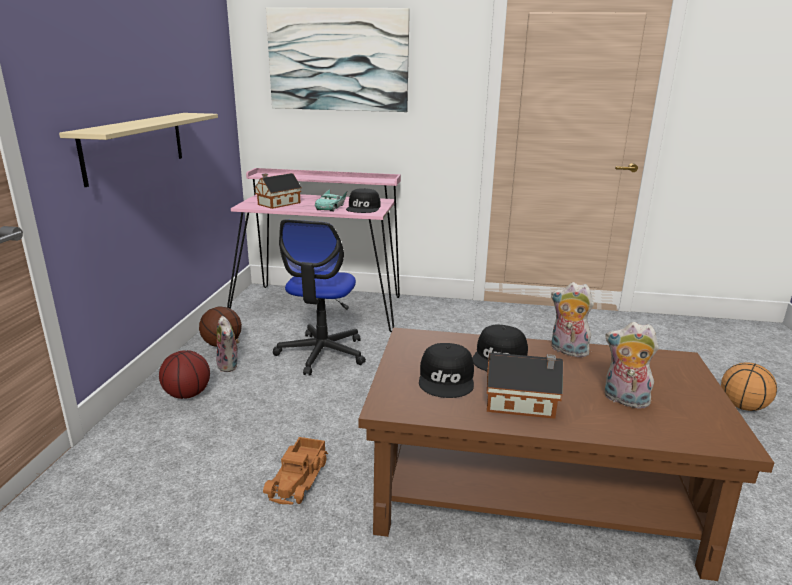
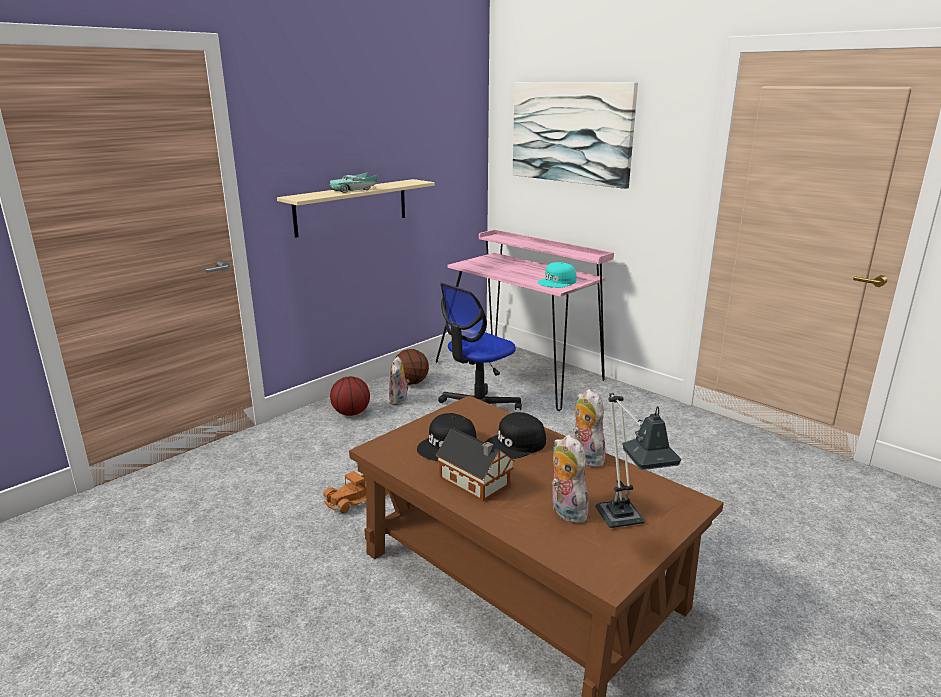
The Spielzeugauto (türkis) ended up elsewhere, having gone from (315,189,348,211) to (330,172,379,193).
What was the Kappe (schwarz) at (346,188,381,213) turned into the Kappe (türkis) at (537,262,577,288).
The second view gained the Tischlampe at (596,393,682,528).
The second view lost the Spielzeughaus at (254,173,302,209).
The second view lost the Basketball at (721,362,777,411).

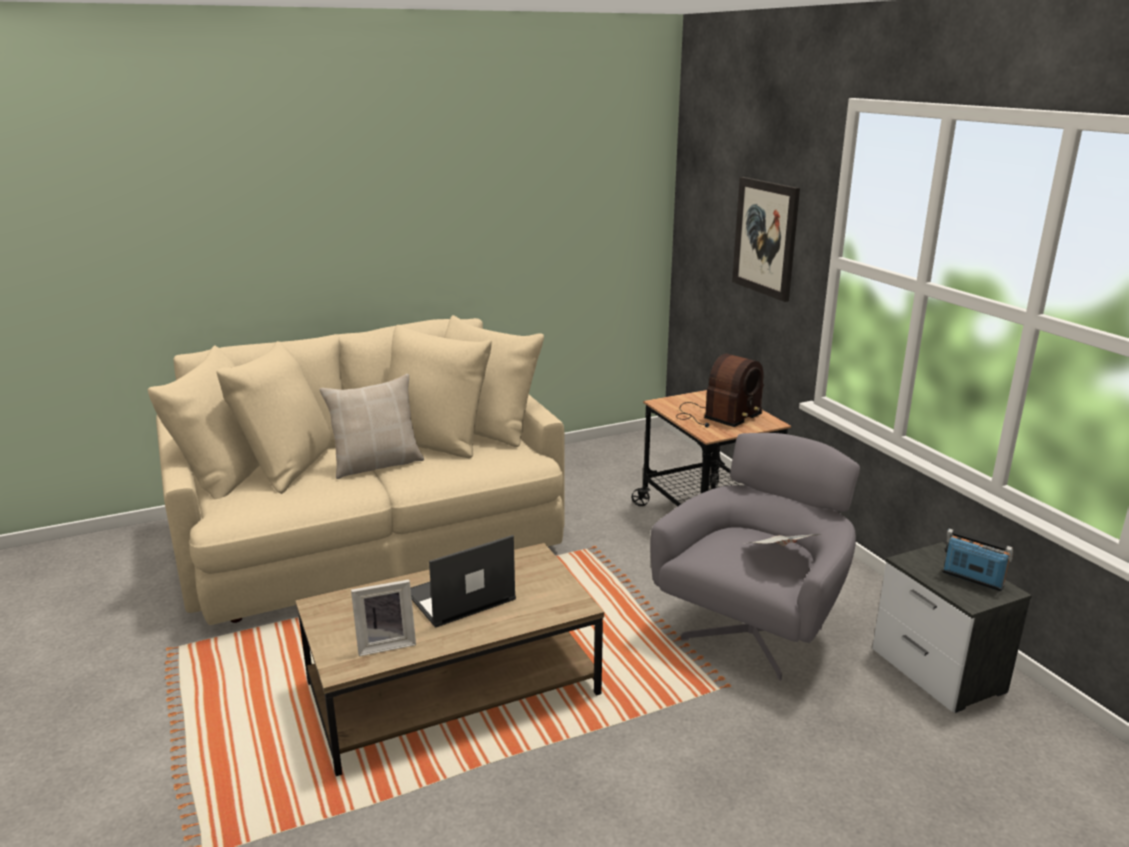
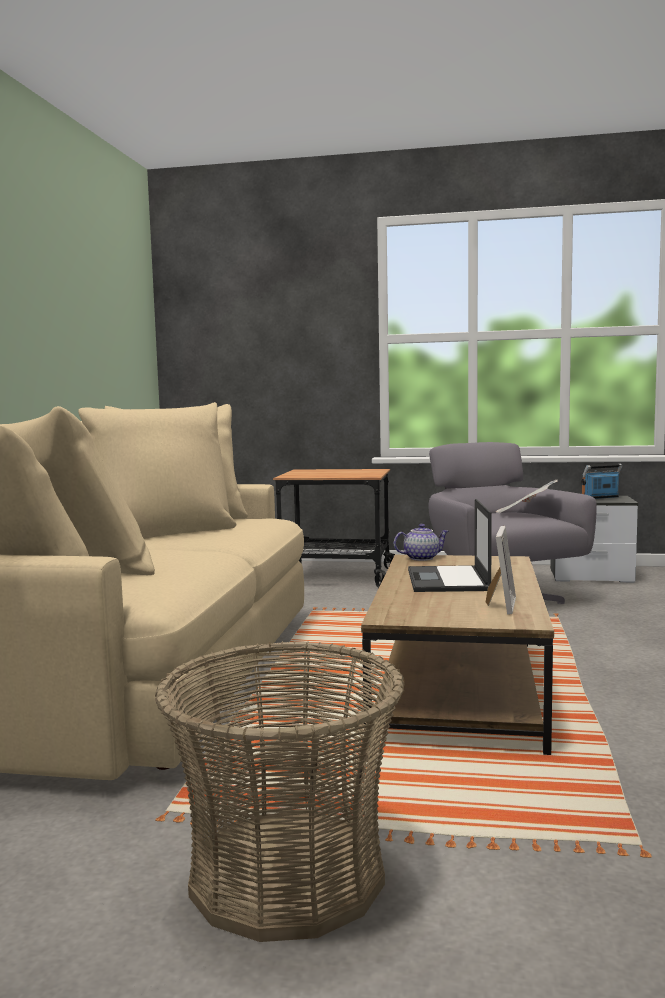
The second view gained the Korb at (155,641,405,942).
The second view gained the Teekanne at (394,524,449,561).
The second view lost the Kissen (beige) at (319,374,424,479).
The second view lost the Radio at (676,354,764,428).
The second view lost the Bild at (732,177,800,302).

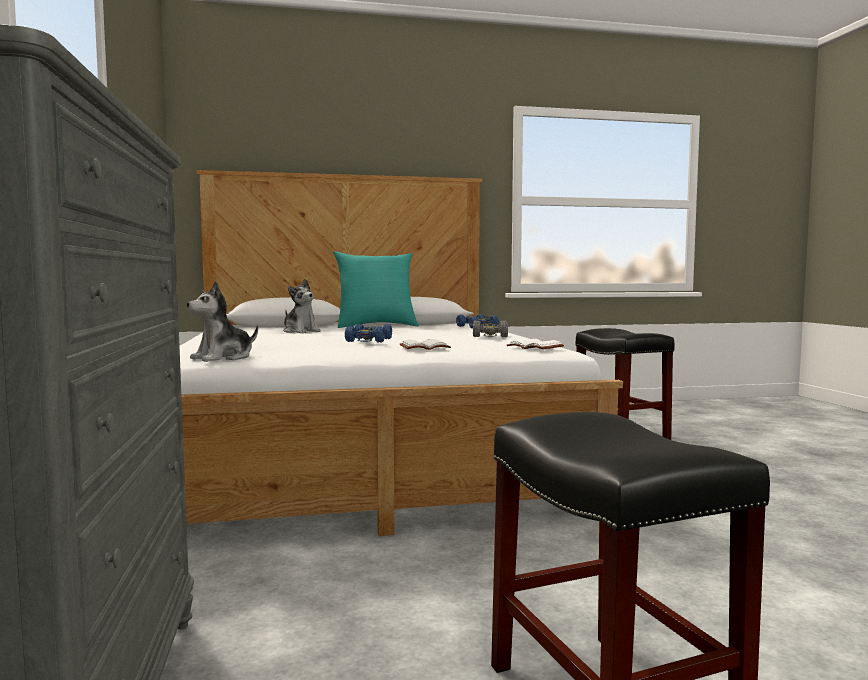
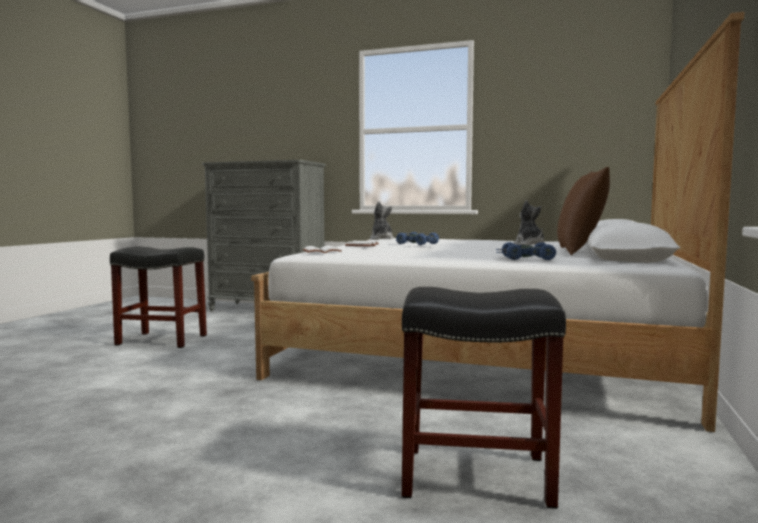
The Plüschtier at (283,279,321,333) ended up facing another way, 90 degrees clockwise from before.
What was the Kissen (türkis) at (333,251,419,328) turned into the Kissen (braun) at (557,167,610,255).
The second view lost the Spielzeugauto (grau) at (473,320,508,338).

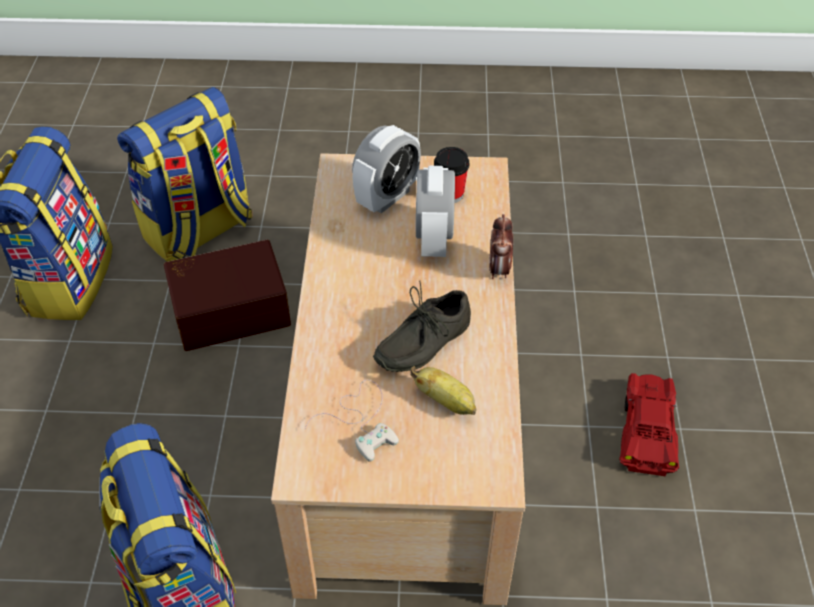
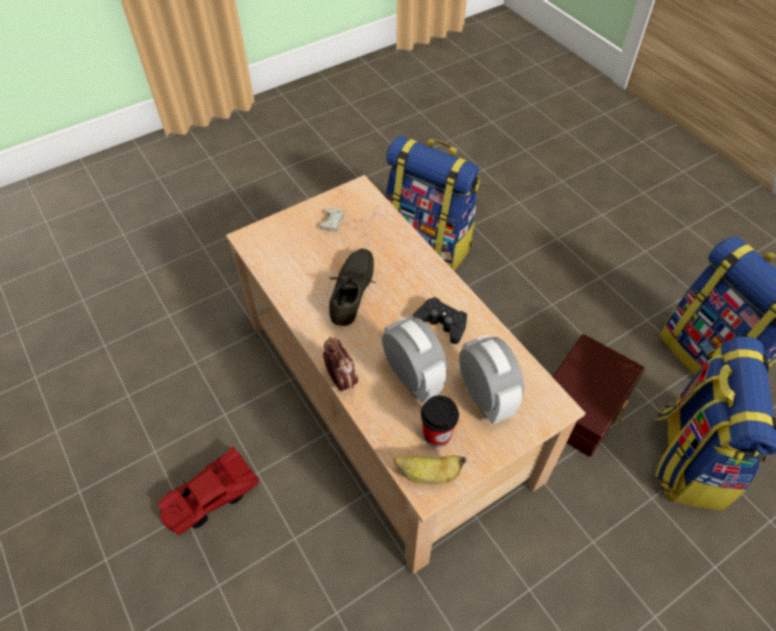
The Spielzeugauto (rot) at (619,373,679,476) ended up facing another way, 75 degrees clockwise from before.
The Banane ended up elsewhere, having gone from (410,366,476,415) to (394,455,467,484).
The second view gained the Gamepad (schwarz) at (413,297,467,344).
The Wecker at (352,125,421,213) ended up facing another way, 150 degrees clockwise from before.

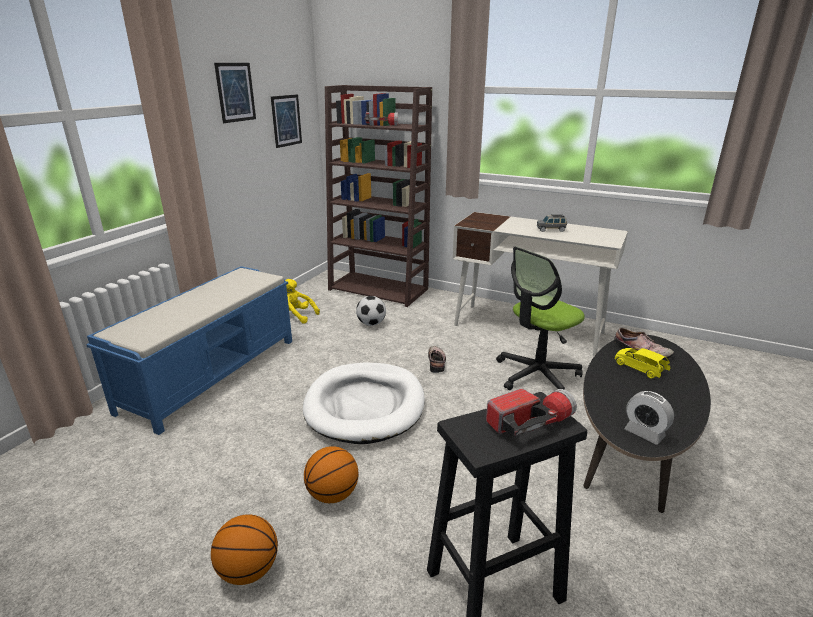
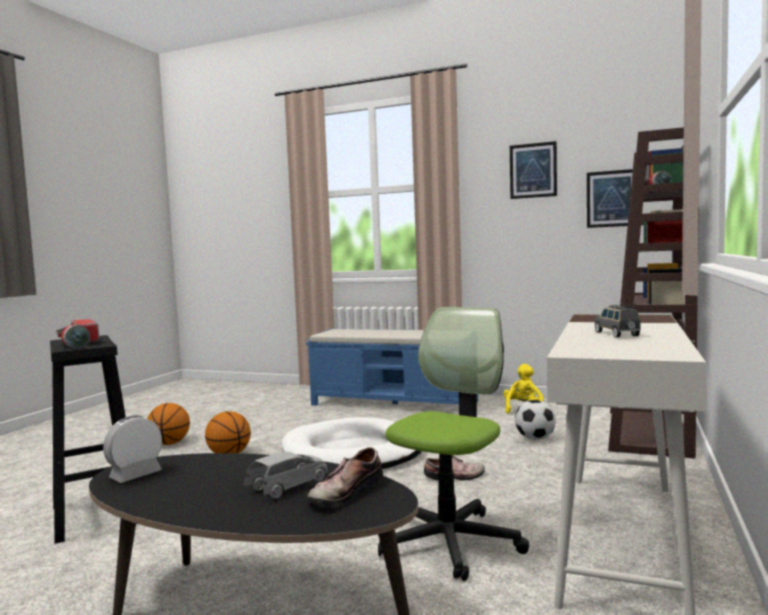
What was the Spielzeugauto (gelb) at (615,348,670,379) turned into the Spielzeugauto (grau) at (244,451,328,499).
The Bürostuhl at (496,246,585,390) ended up facing another way, 75 degrees clockwise from before.

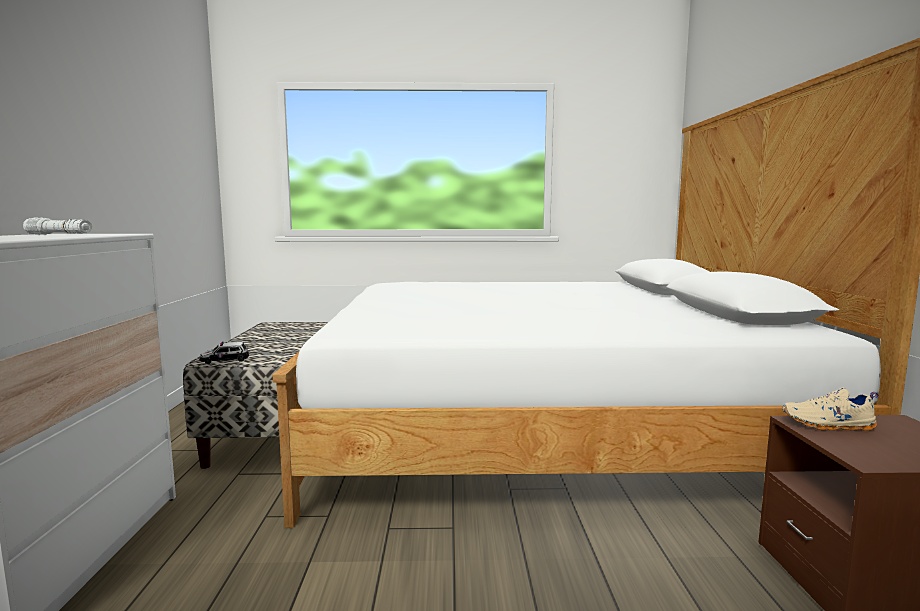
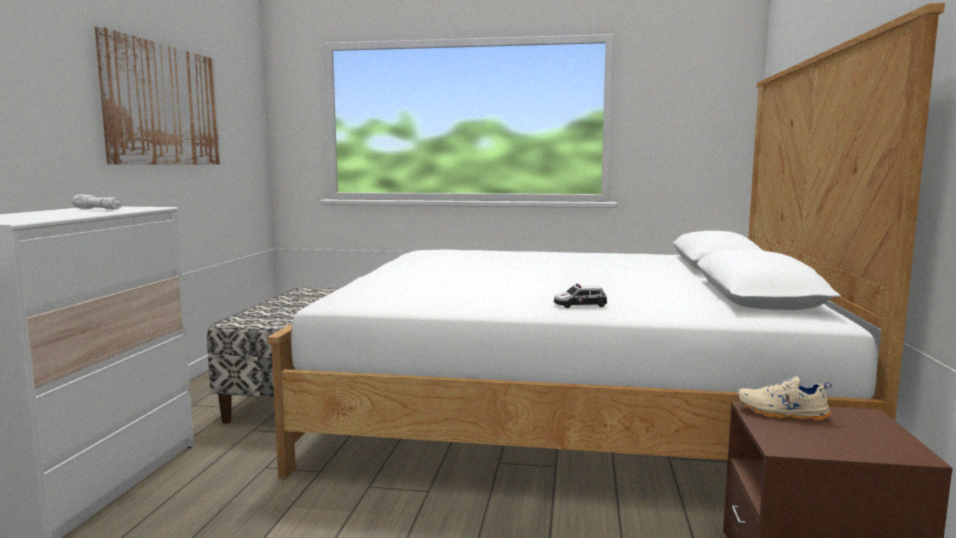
The second view gained the Bild at (95,27,221,165).
The Spielzeugauto ended up elsewhere, having gone from (199,342,249,364) to (554,284,607,308).

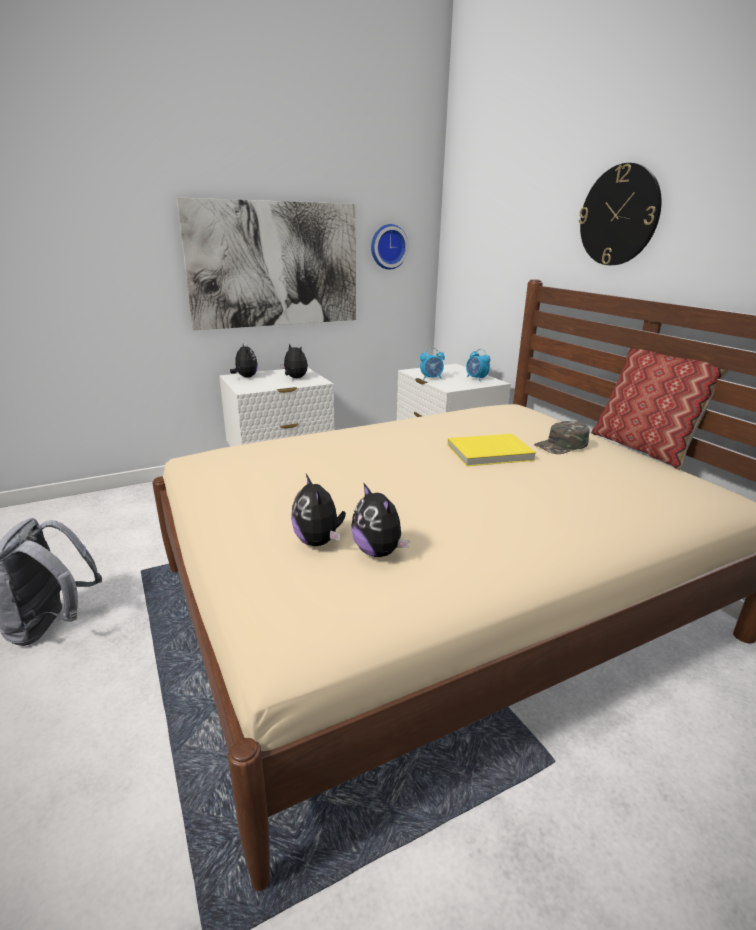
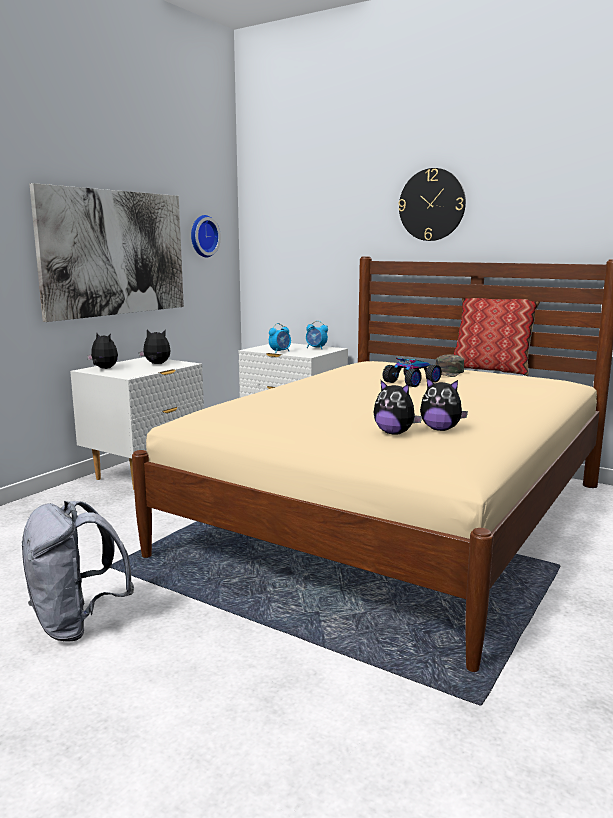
Where the Buch (gelb) stood at (447,434,536,466), the Spielzeugauto came to stand at (383,358,442,387).

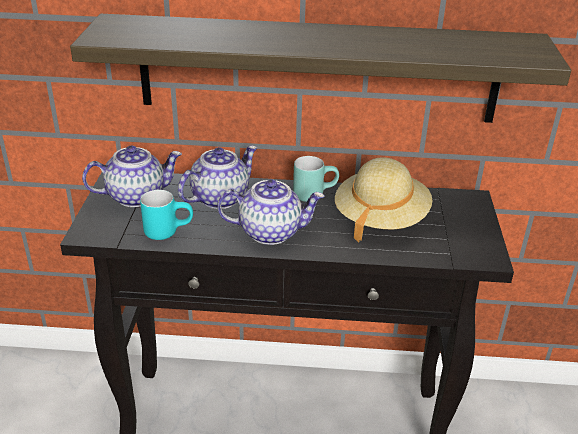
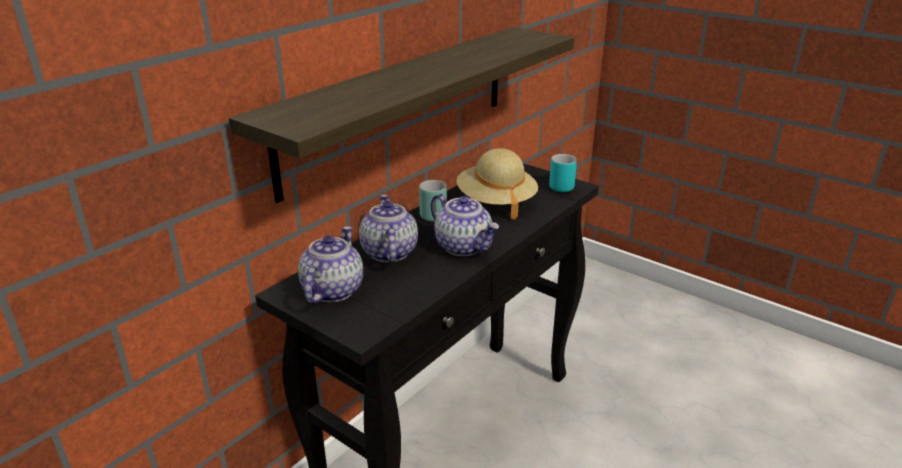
The Teekanne at (217,179,325,245) ended up facing another way, 105 degrees clockwise from before.
The Henkelbecher (türkis) ended up elsewhere, having gone from (140,190,193,240) to (549,154,577,192).

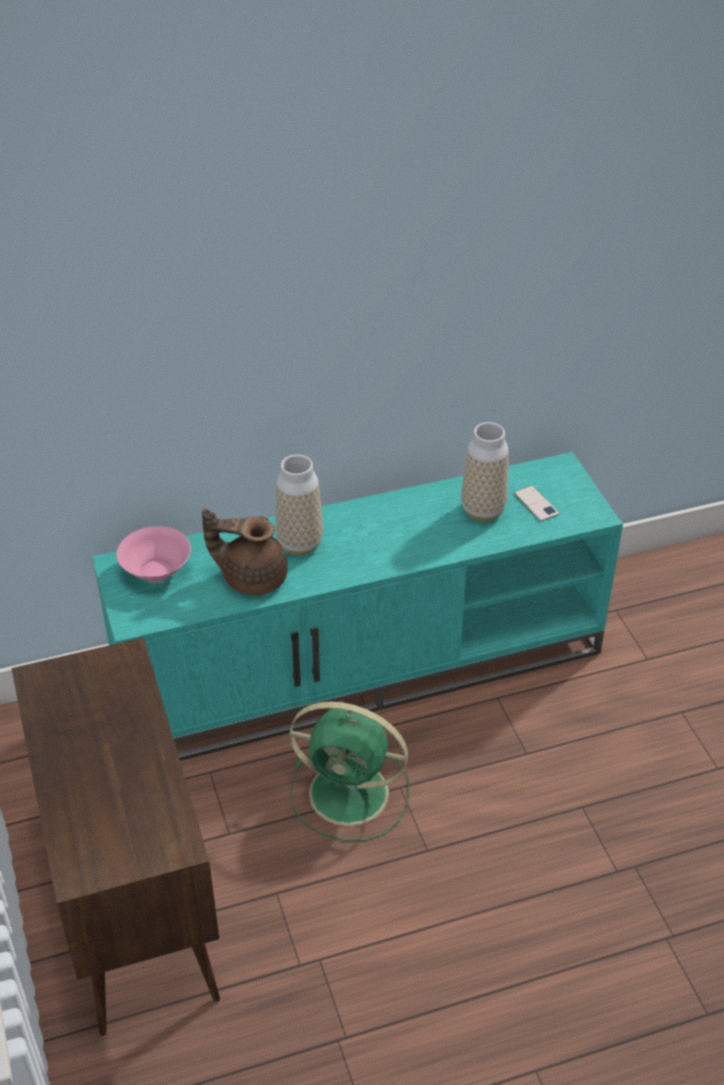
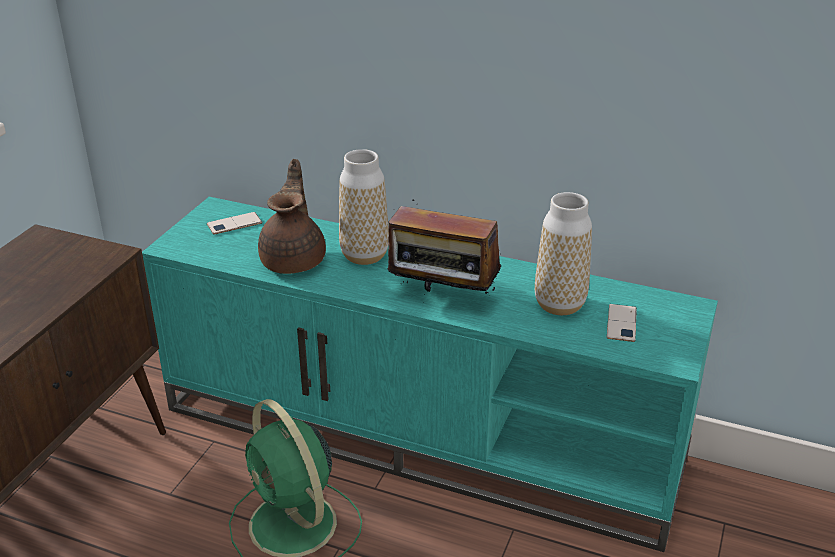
Where the Schüssel (rosa) stood at (117,526,191,582), the Handy came to stand at (207,212,262,235).
The Teekanne (braun) at (202,508,288,596) ended up facing another way, 45 degrees clockwise from before.
The second view gained the Radio at (388,199,501,295).

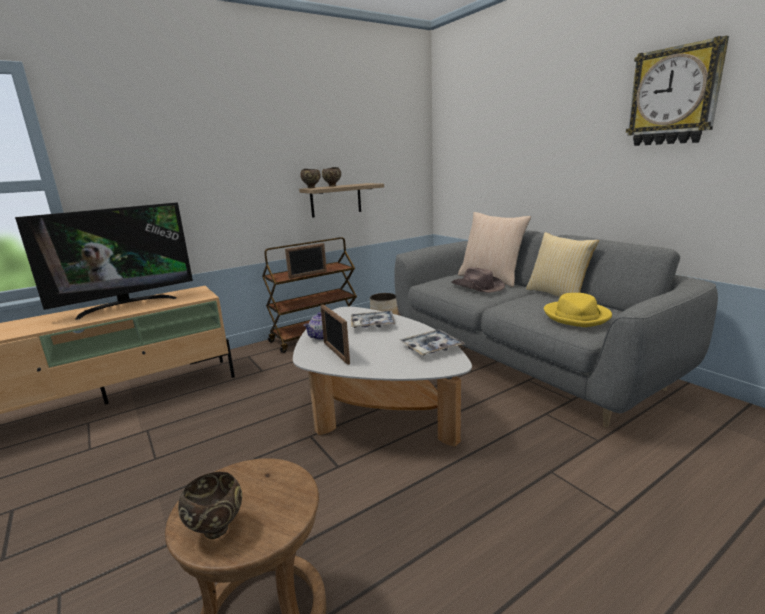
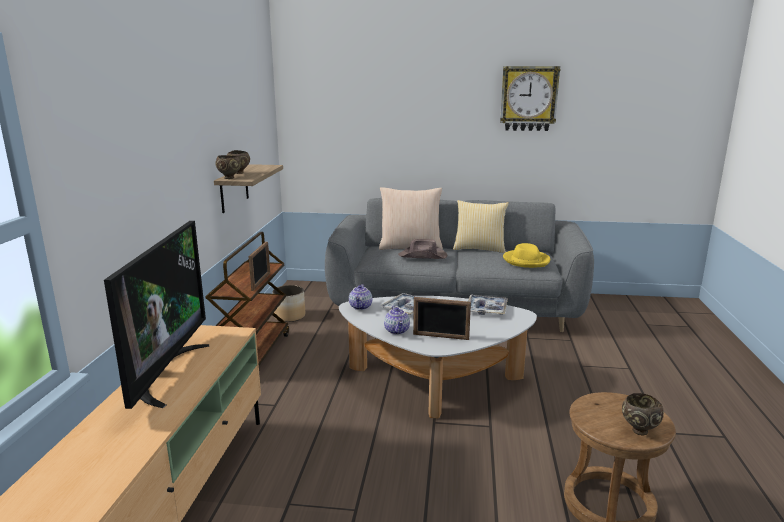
The second view gained the Teekanne at (349,284,372,310).

